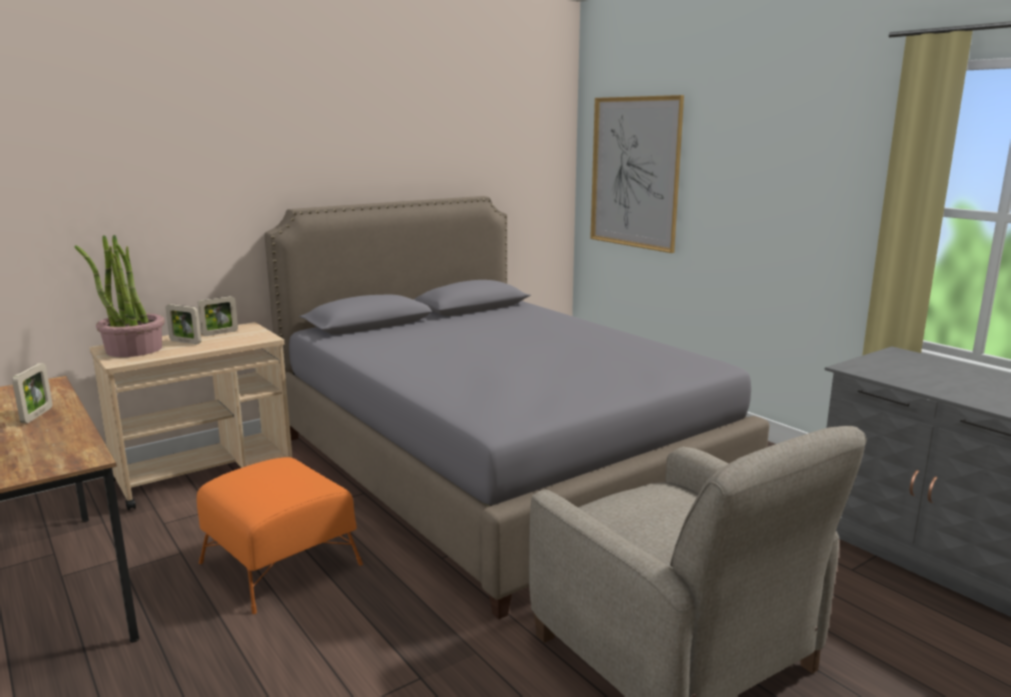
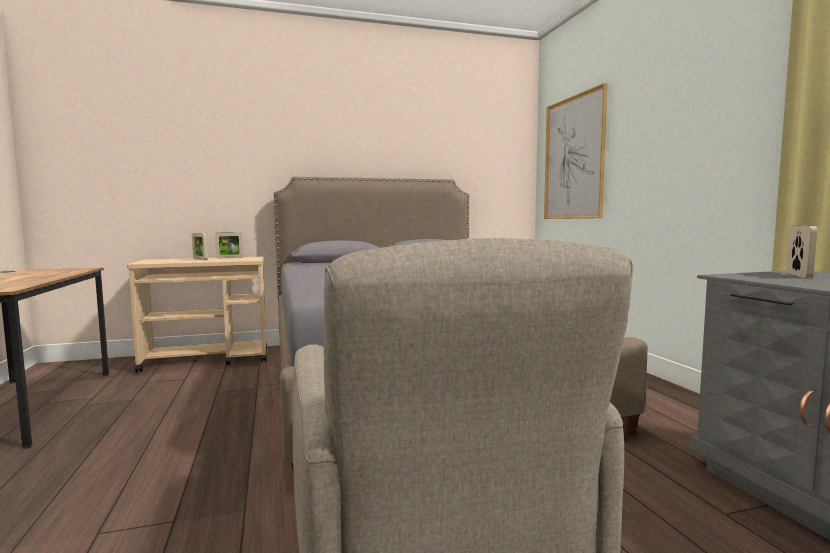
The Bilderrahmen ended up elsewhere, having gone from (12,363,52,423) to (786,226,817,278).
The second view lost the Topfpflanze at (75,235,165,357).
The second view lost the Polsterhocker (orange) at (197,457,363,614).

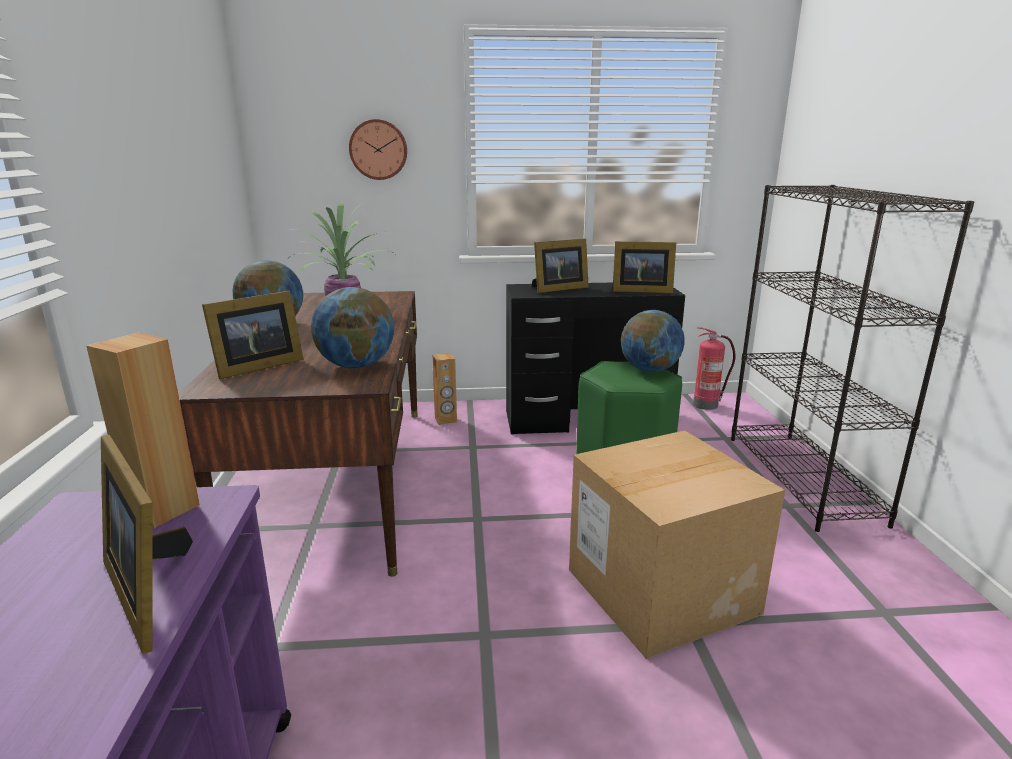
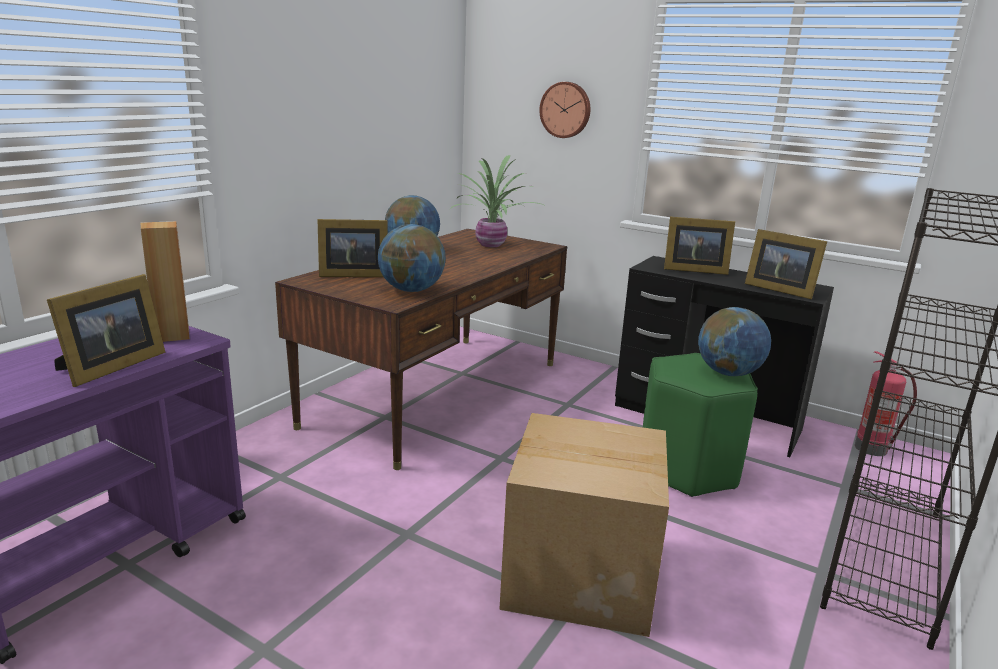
The Bilderrahmen at (101,435,193,654) ended up facing another way, 150 degrees counterclockwise from before.
The second view lost the Lautsprecher (braun) at (432,353,457,425).

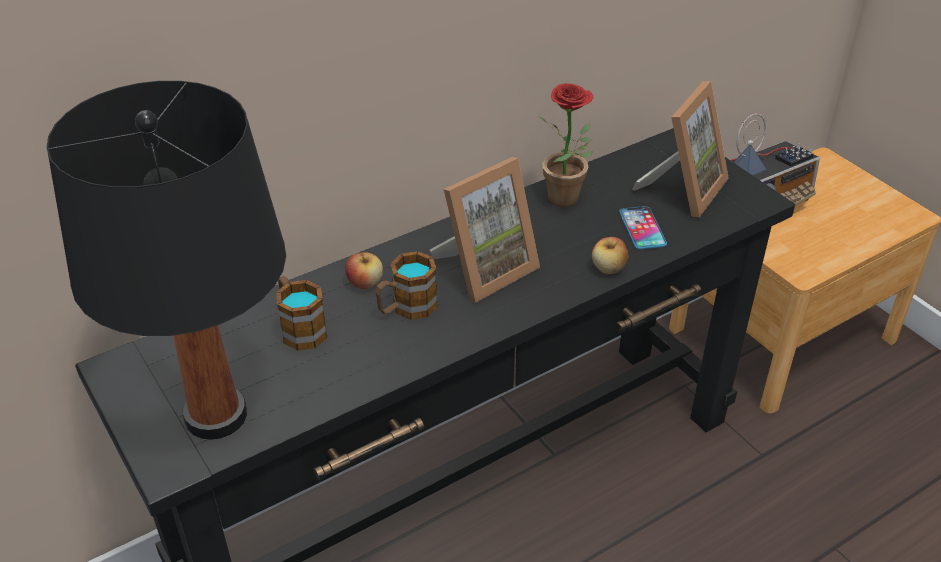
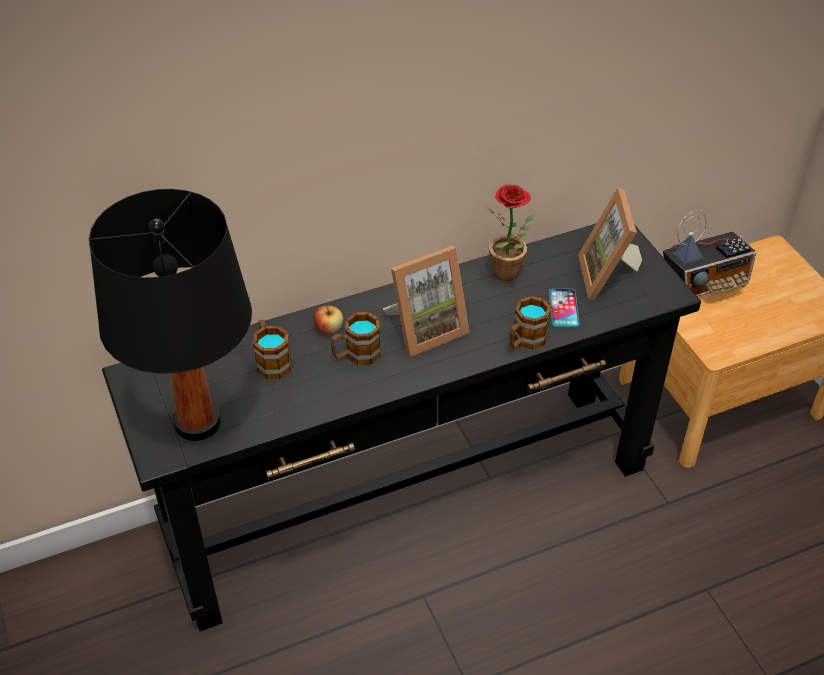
Where the Apfel stood at (592,237,628,274), the Henkelbecher came to stand at (509,296,551,349).
The Bilderrahmen at (632,81,729,217) ended up facing another way, 135 degrees clockwise from before.

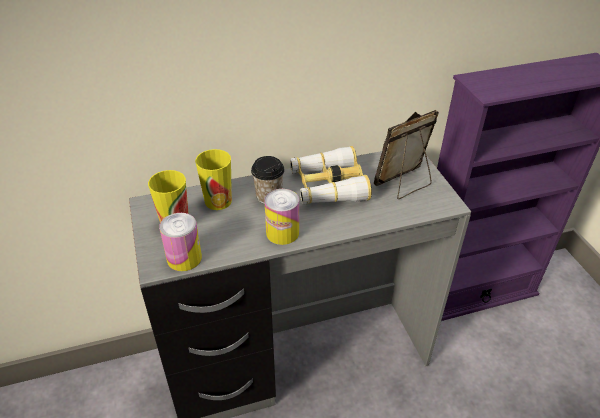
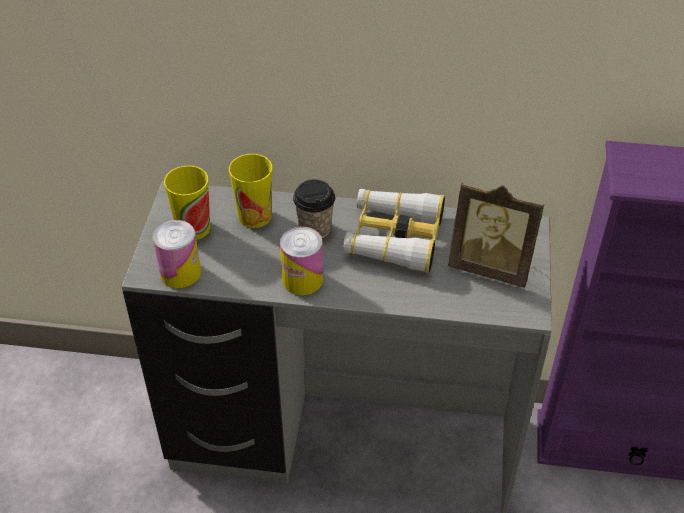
The Bilderrahmen at (374,110,439,199) ended up facing another way, 150 degrees counterclockwise from before.

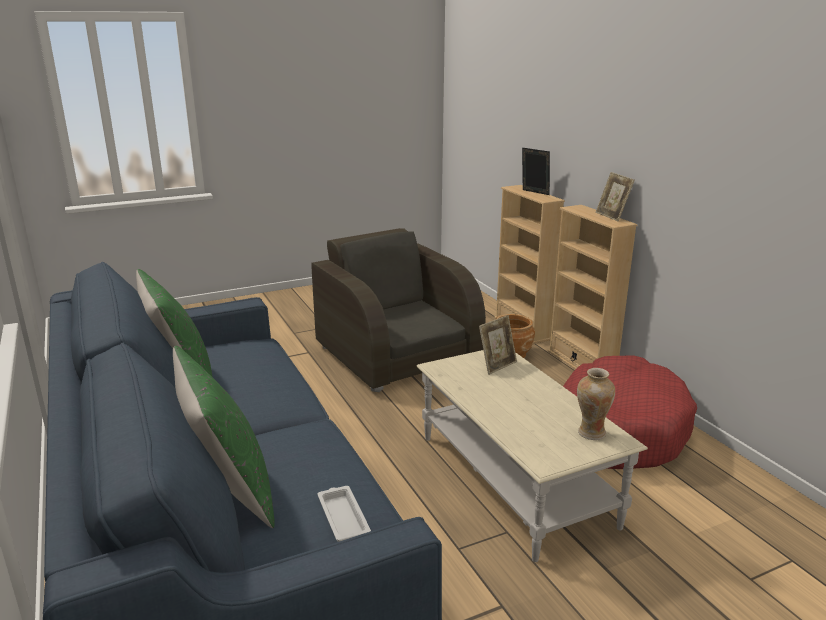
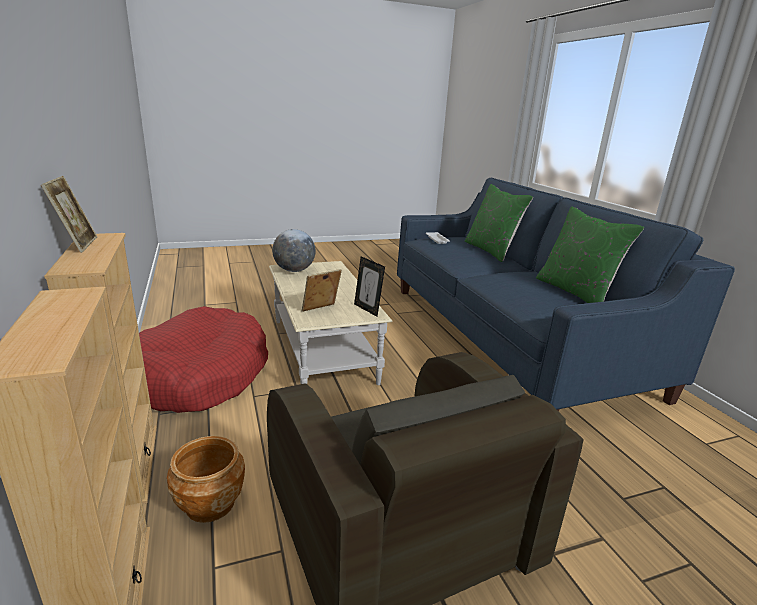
Where the Vase stood at (577,368,615,440), the Globus came to stand at (272,229,316,272).
The Bilderrahmen ended up elsewhere, having gone from (522,148,550,195) to (354,256,385,317).

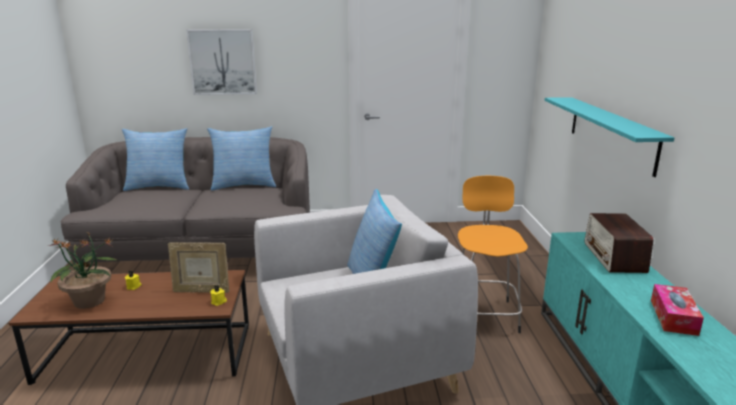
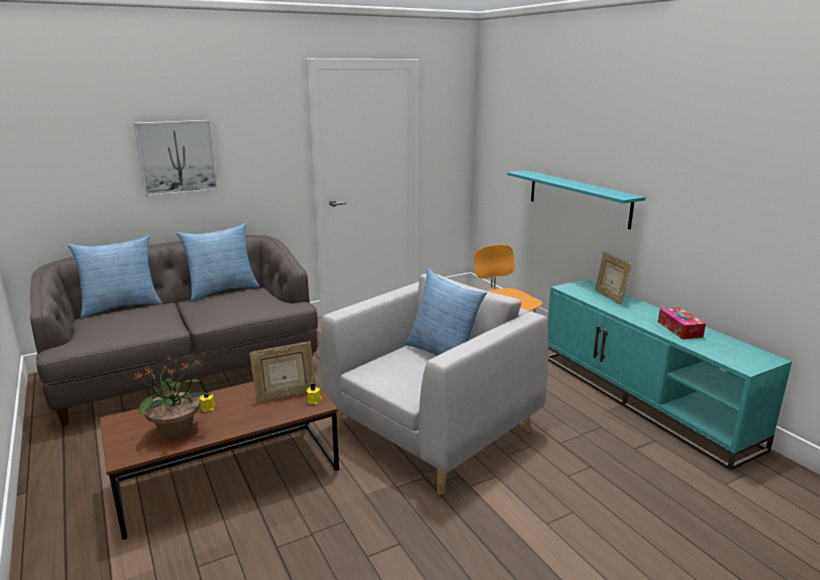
Where the Radio stood at (585,213,653,273), the Bilderrahmen came to stand at (595,252,631,304).

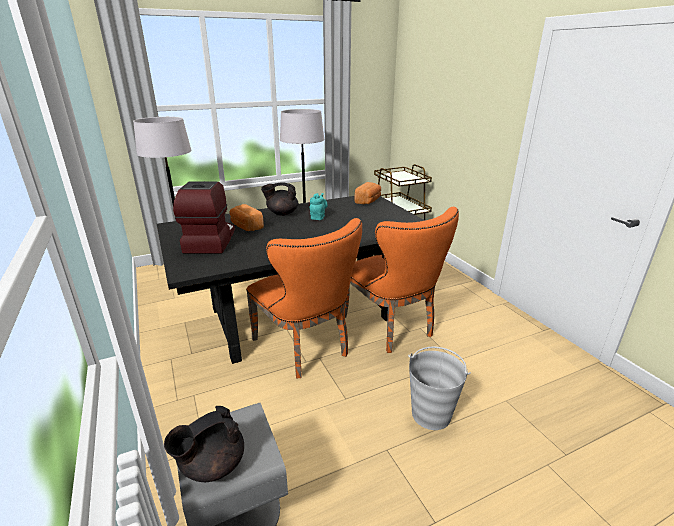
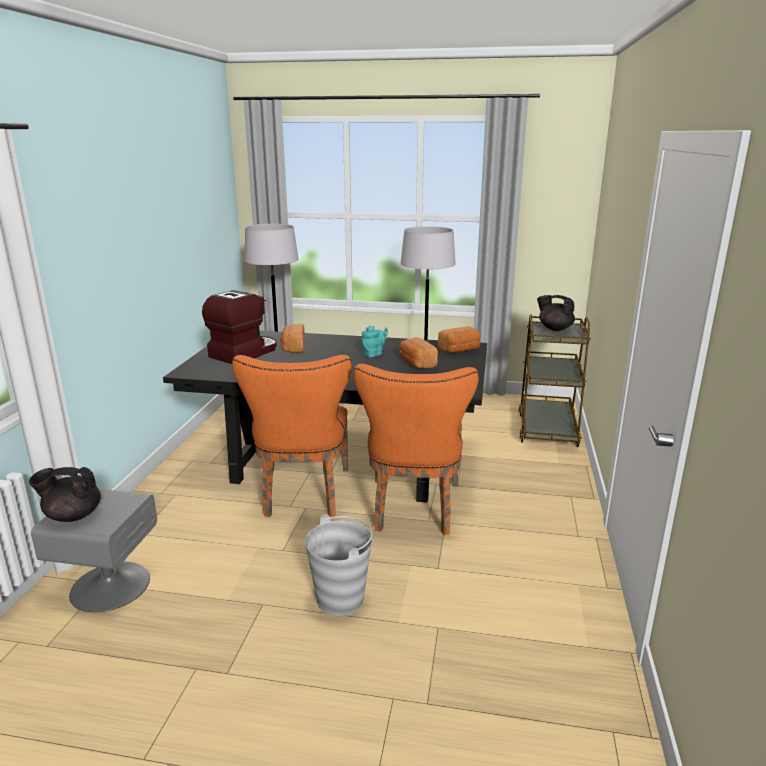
The second view gained the Brot at (400,337,438,369).
The Teekanne (schwarz) ended up elsewhere, having gone from (261,183,299,216) to (537,295,575,331).

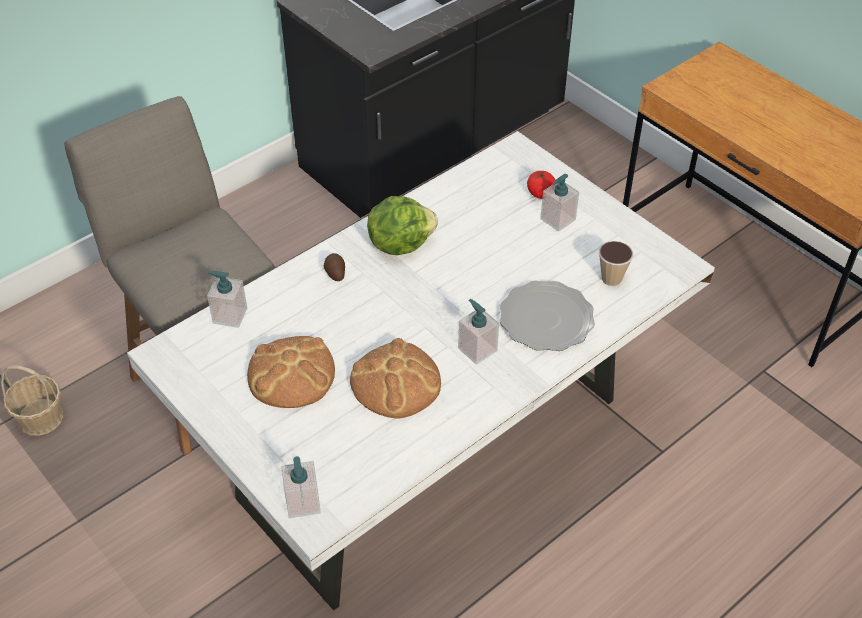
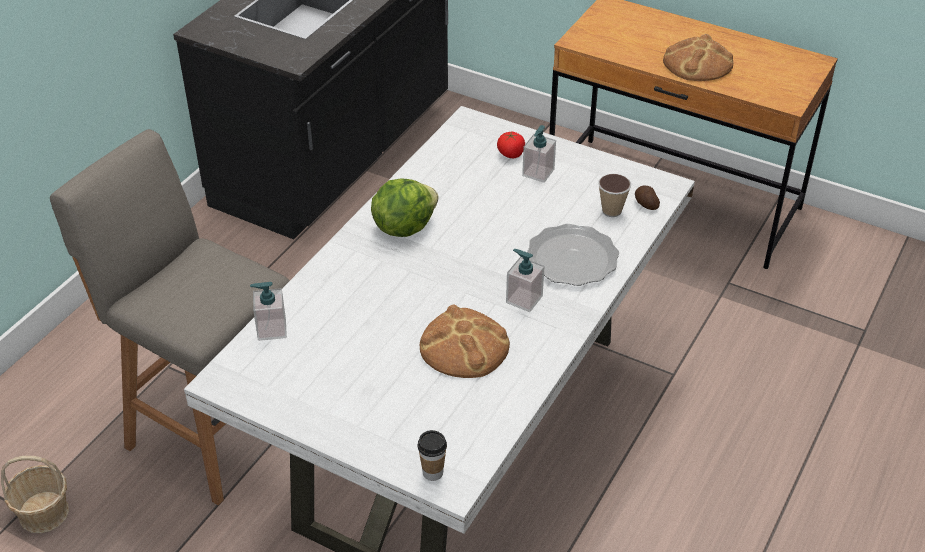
Where the Seifenspender stood at (281,456,321,518), the Tasse came to stand at (418,430,447,481).
The Kartoffel ended up elsewhere, having gone from (324,253,345,281) to (635,186,660,210).
The Brot ended up elsewhere, having gone from (247,336,335,408) to (663,34,733,81).

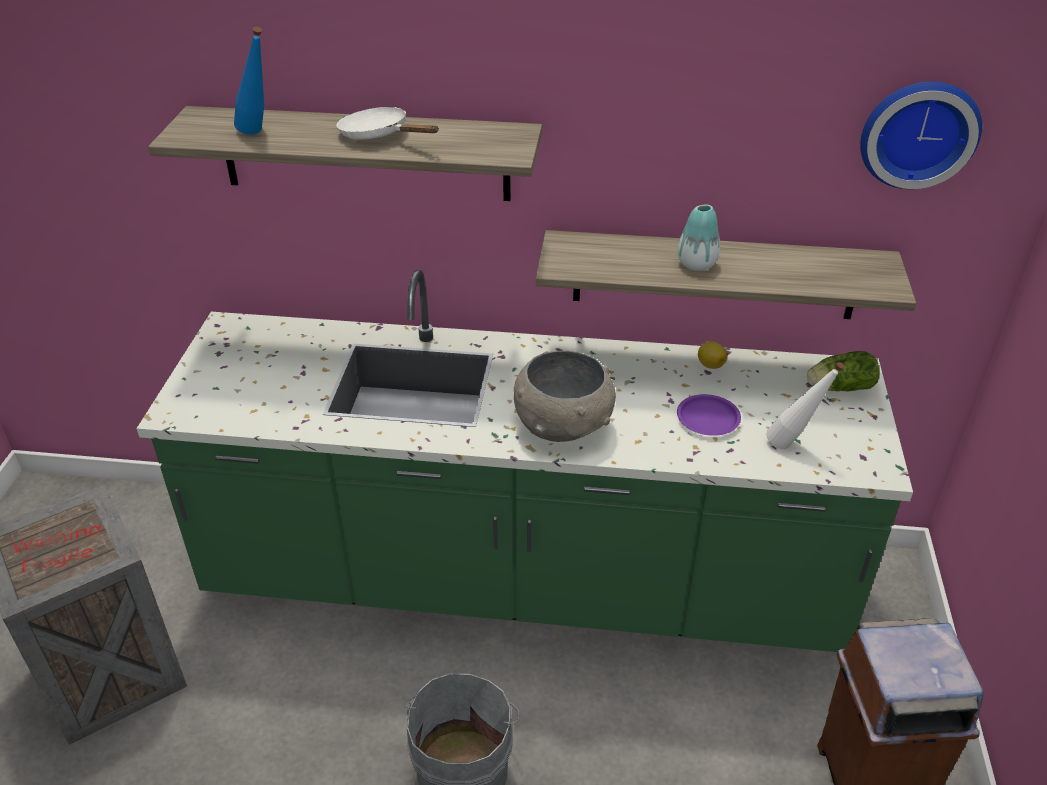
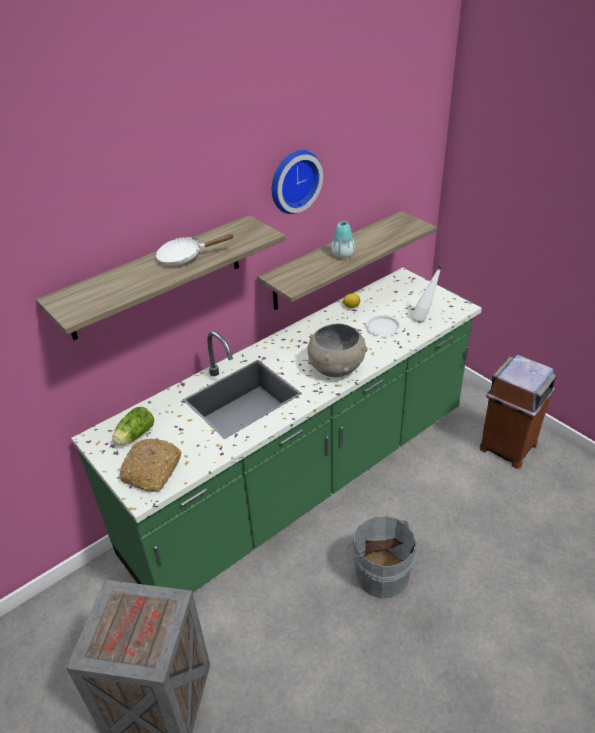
The Salatkopf ended up elsewhere, having gone from (807,351,880,391) to (112,407,154,446).
The second view gained the Brot at (120,439,181,492).
The Wanduhr ended up elsewhere, having gone from (860,82,982,189) to (272,150,323,214).
What was the Teller (lila) at (677,394,741,436) turned into the Teller (weiß) at (366,315,401,335).
The second view lost the Flasche (blau) at (234,27,264,135).

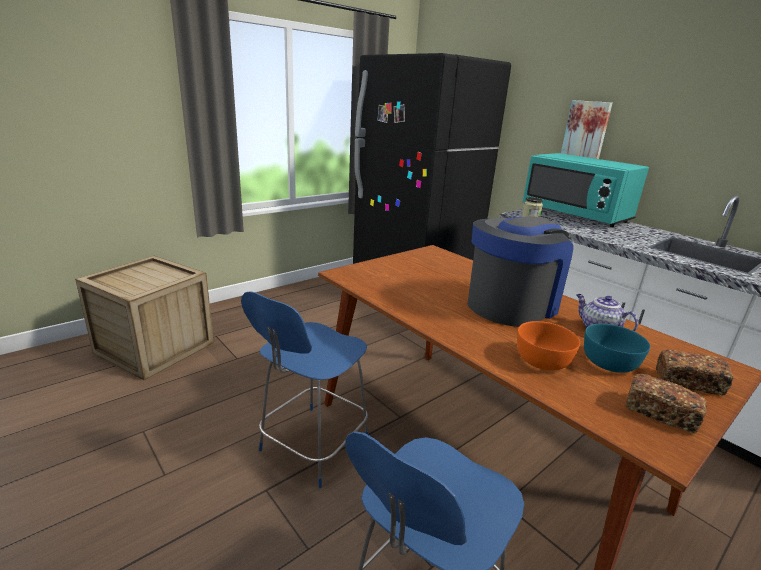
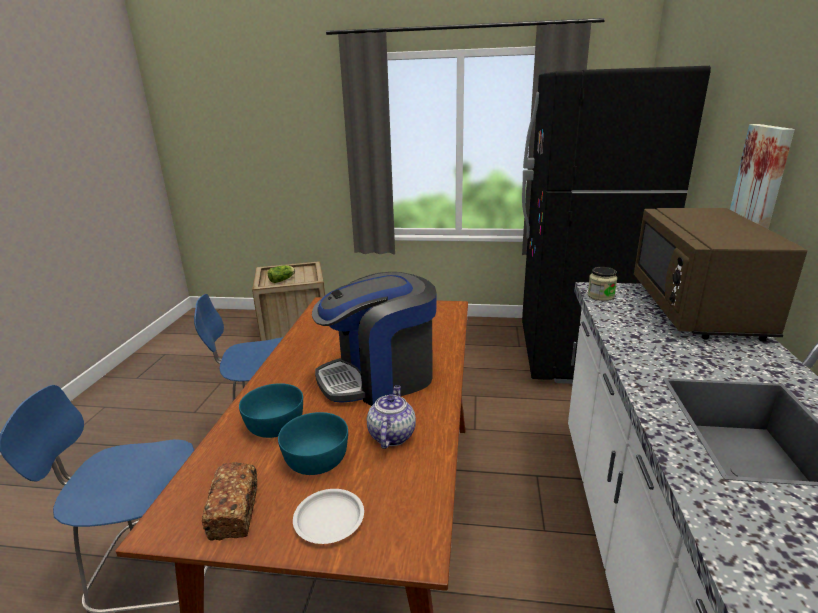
What was the Schüssel (orange) at (517,321,580,371) turned into the Schüssel (türkis) at (239,383,303,438).
The second view gained the Salatkopf at (268,265,295,283).
Where the Brot stood at (656,350,734,395), the Teller (weiß) came to stand at (293,489,364,544).
The Kaffeemaschine at (467,216,573,327) ended up facing another way, 150 degrees clockwise from before.
What was the Mikrowelle (türkis) at (523,153,649,227) turned into the Mikrowelle (braun) at (634,208,807,342).

